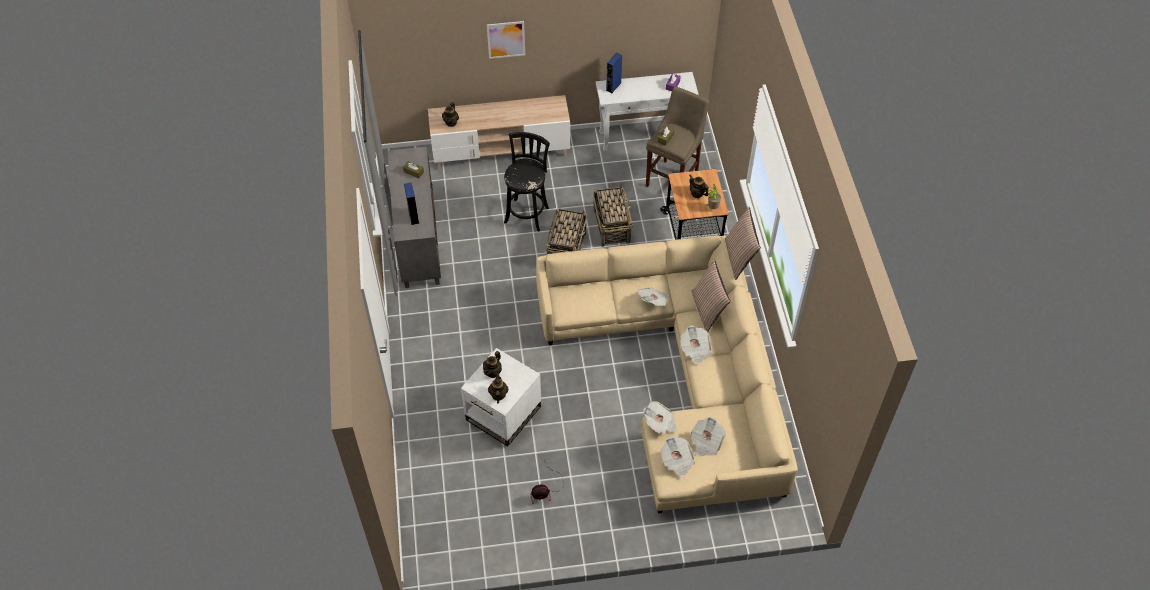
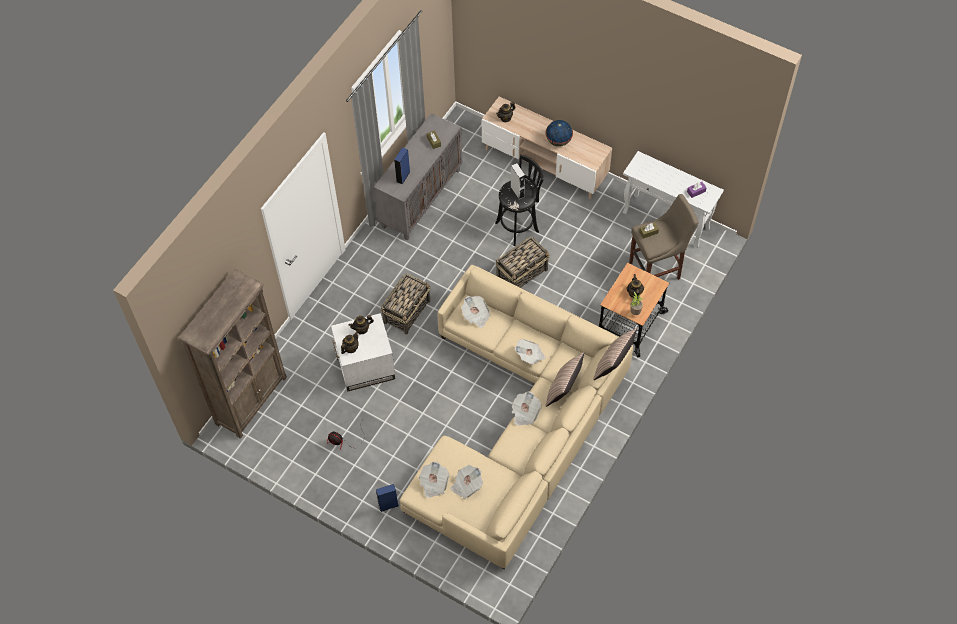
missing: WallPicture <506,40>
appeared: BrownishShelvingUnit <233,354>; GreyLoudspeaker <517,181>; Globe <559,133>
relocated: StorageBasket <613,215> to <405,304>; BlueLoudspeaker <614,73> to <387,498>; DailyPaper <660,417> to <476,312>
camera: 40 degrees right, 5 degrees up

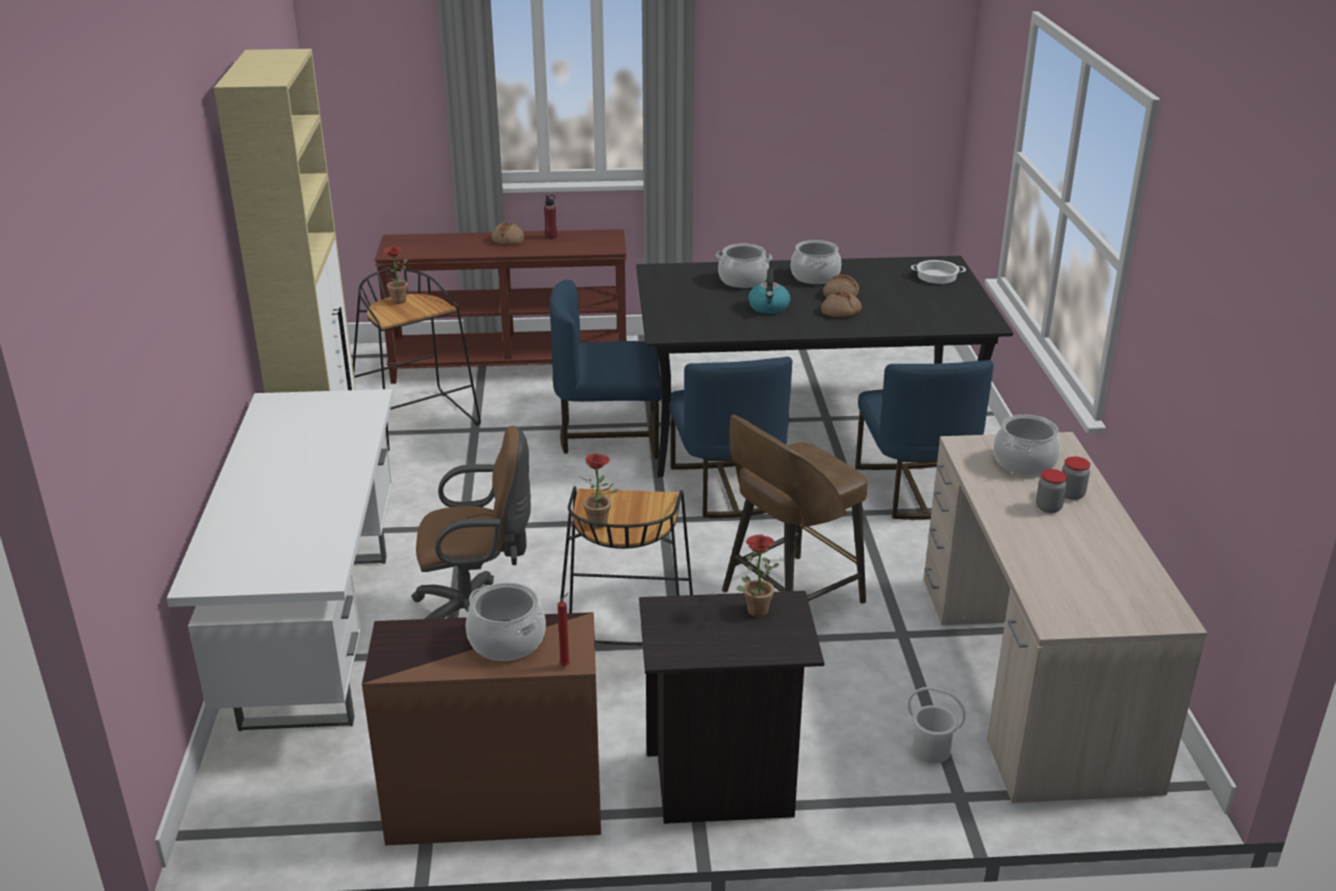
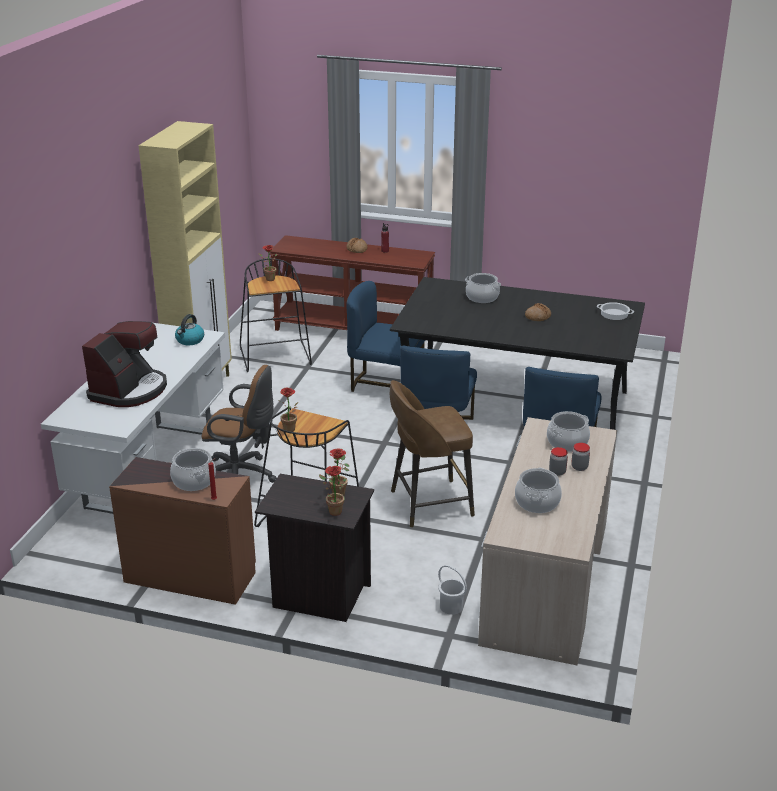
missing: BakedBread <841,304>
appeared: CoffeeMachine <124,364>; PottedPlant <333,491>
relocated: WaterKettle <769,291> to <189,329>; CookingPot <816,262> to <538,490>
camera: 20 degrees right, 0 degrees up

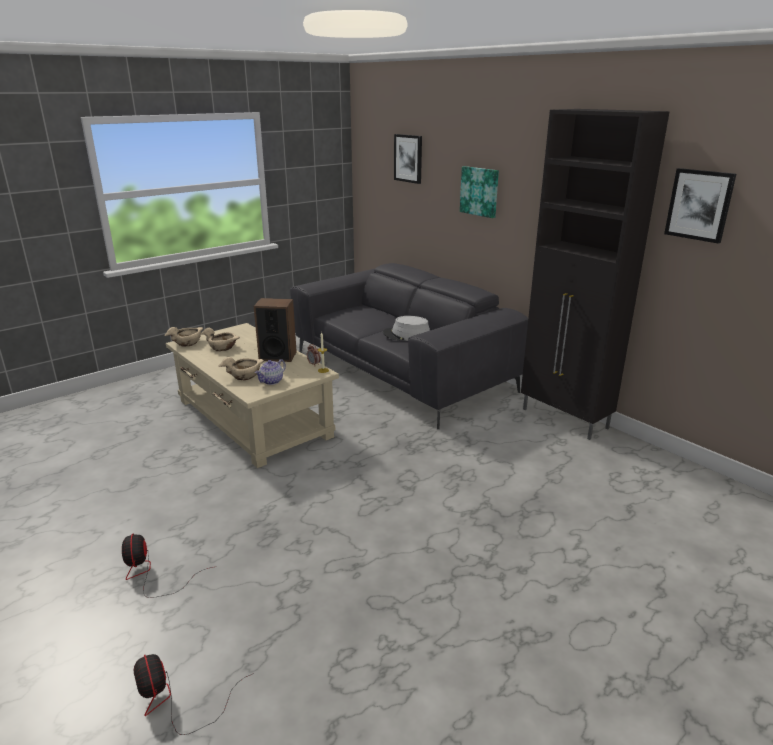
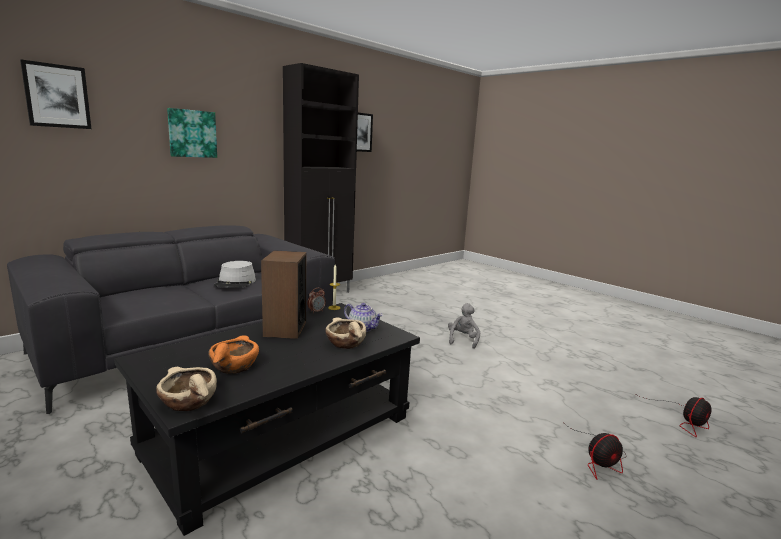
appeared: GreyCuddlyToy <464,326>
colour: BeigeColouredLowTable <252,395> to BlackishLowTable <267,419>; BeigeColouredBowl <220,339> to OrangeColouredBowl <233,354>
camera: 95 degrees left, 10 degrees down

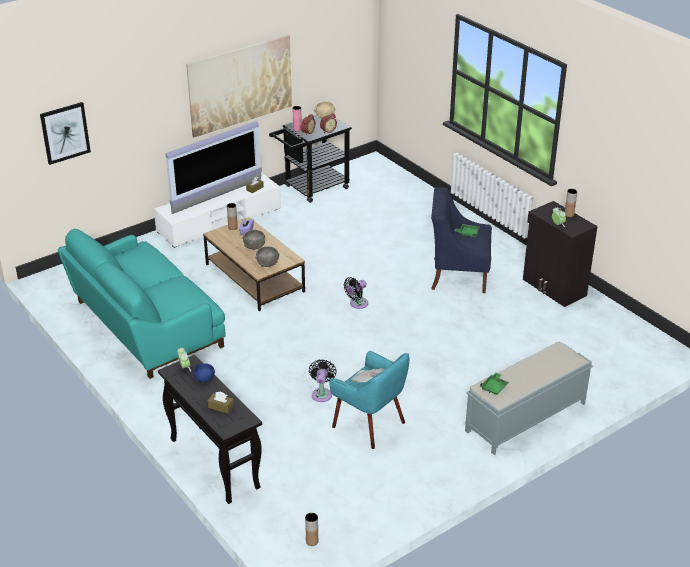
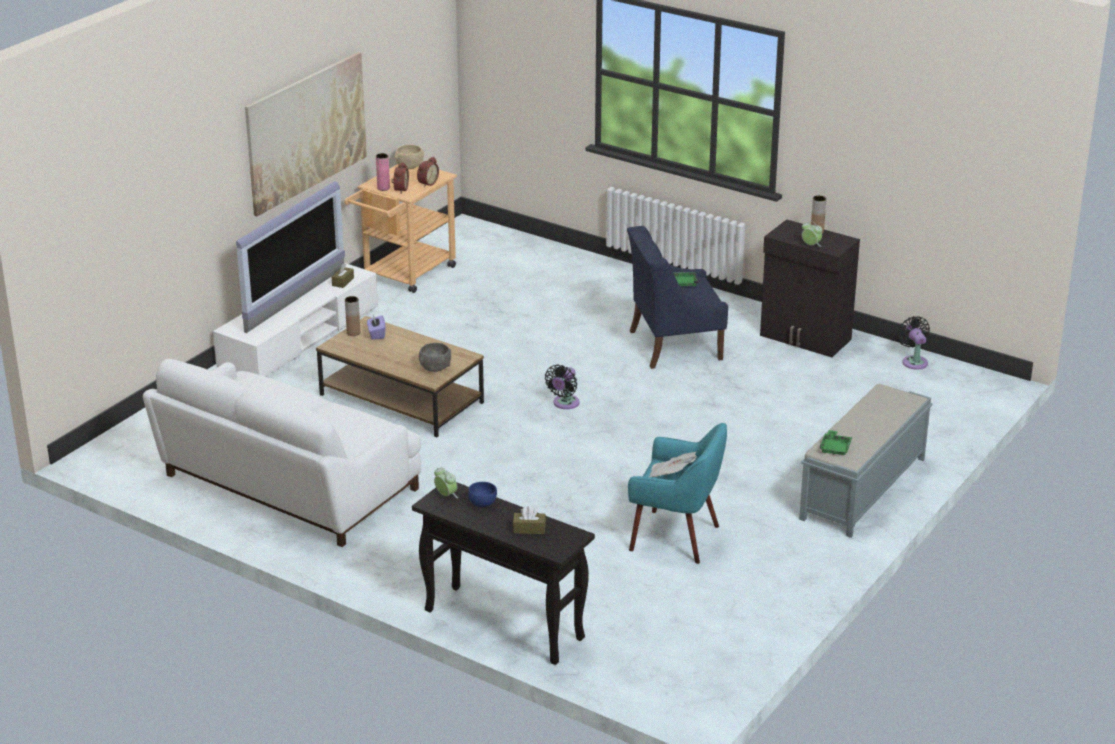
missing: WallPicture <65,133>; GreyBowl <254,240>; BrownishDecorativeVase <311,529>
relocated: BlackishCoolingFan <323,380> to <913,343>
colour: TurquoiseColouredCouch <142,304> to WhiteCouch <282,453>; BlackishWheeledCart <310,158> to BeigeColouredWheeledCart <400,228>
camera: 20 degrees left, 5 degrees down

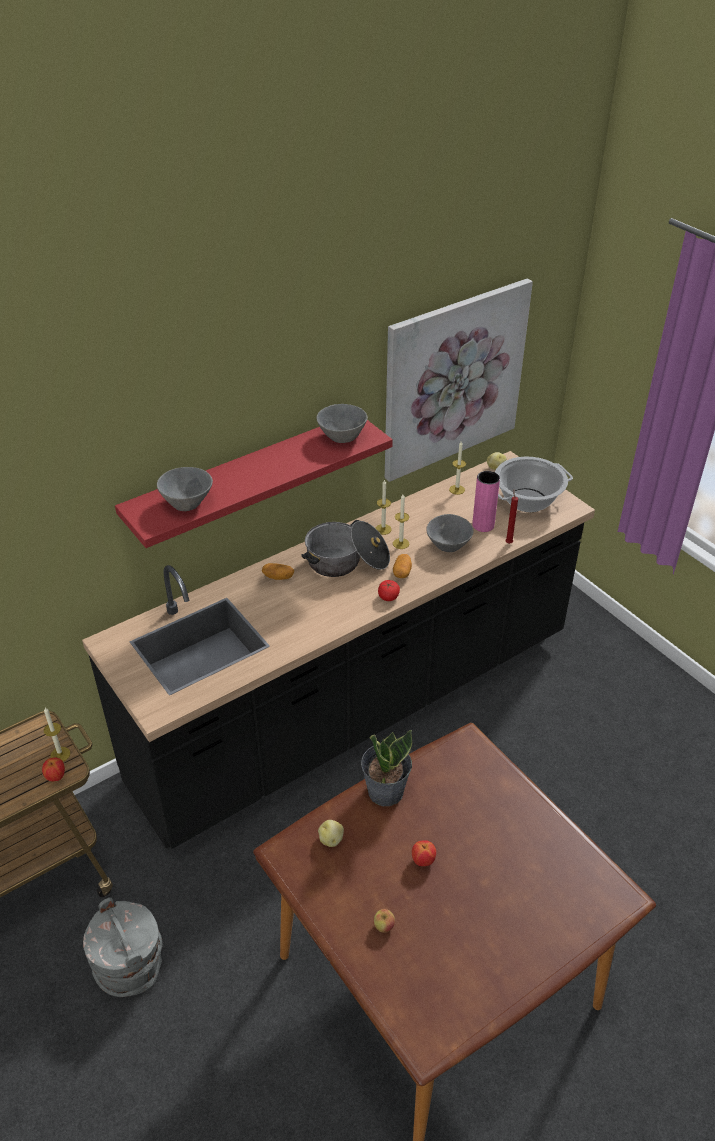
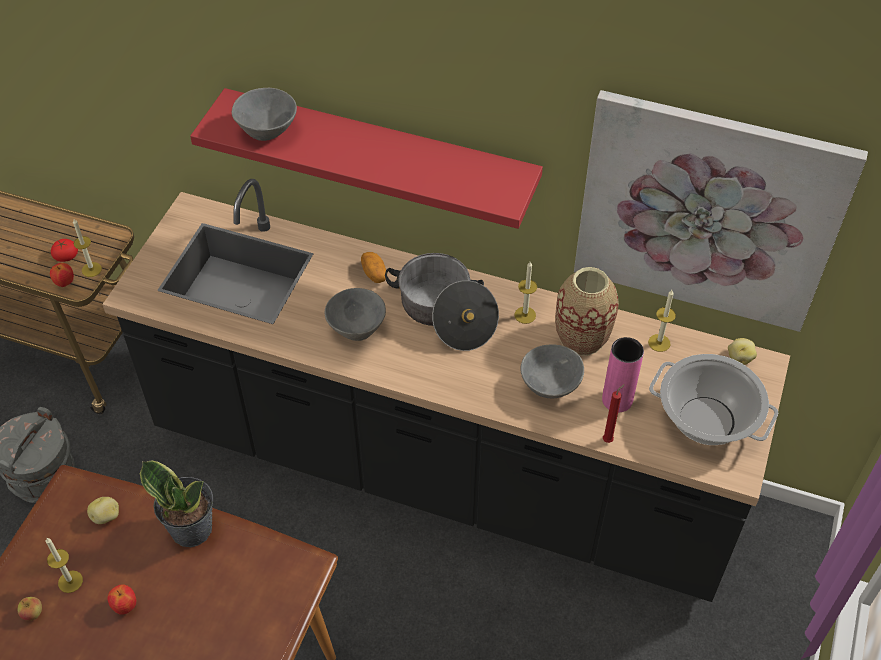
missing: WholePotato <402,566>
appeared: DecorativeVase <587,311>
relocated: GreyBowl <342,423> to <355,314>; WholeTomato <389,590> to <64,250>; WaxLight <401,521> to <64,565>
camera: 55 degrees right, 10 degrees up

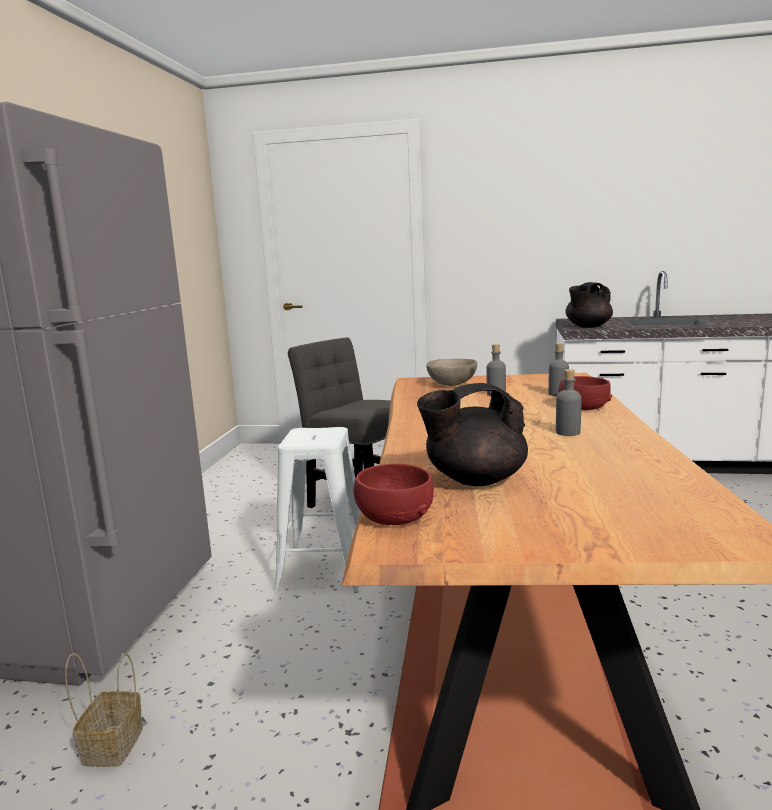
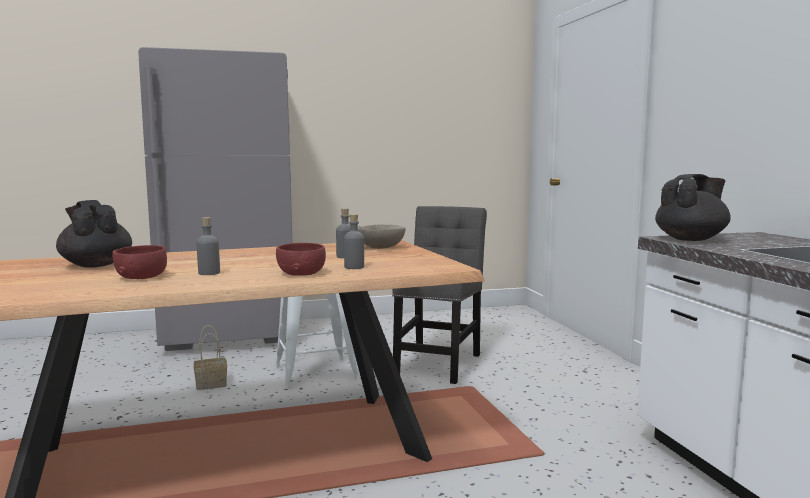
relocated: StorageBasket <104,710> to <210,357>; RedBowl <393,494> to <139,262>
spun: BlackishTeapot <589,305> = <693,207> 120 degrees clockwise
camera: 65 degrees right, 5 degrees down

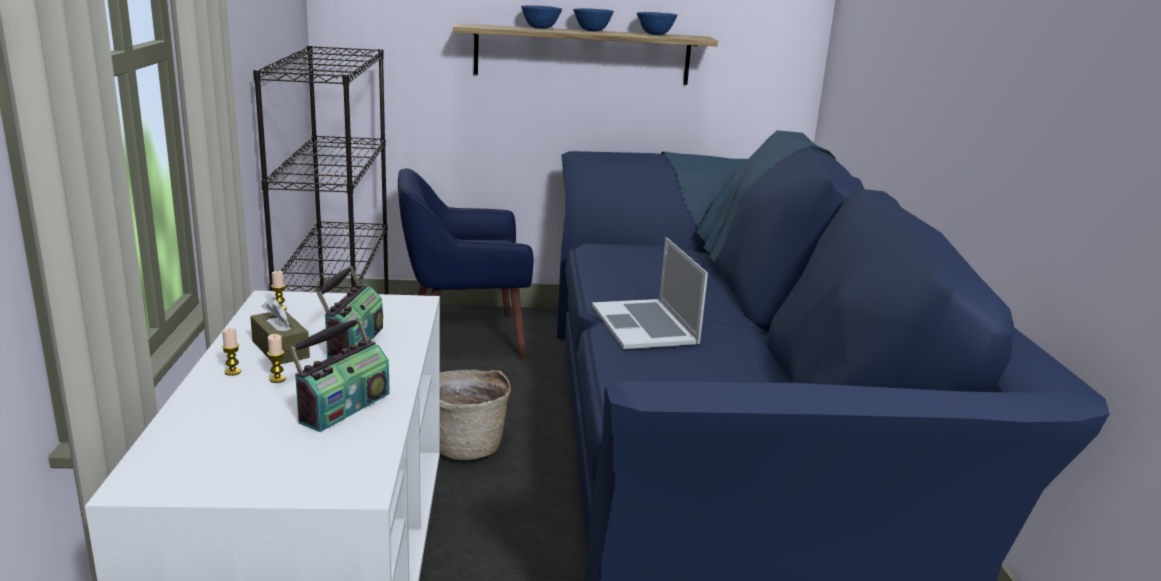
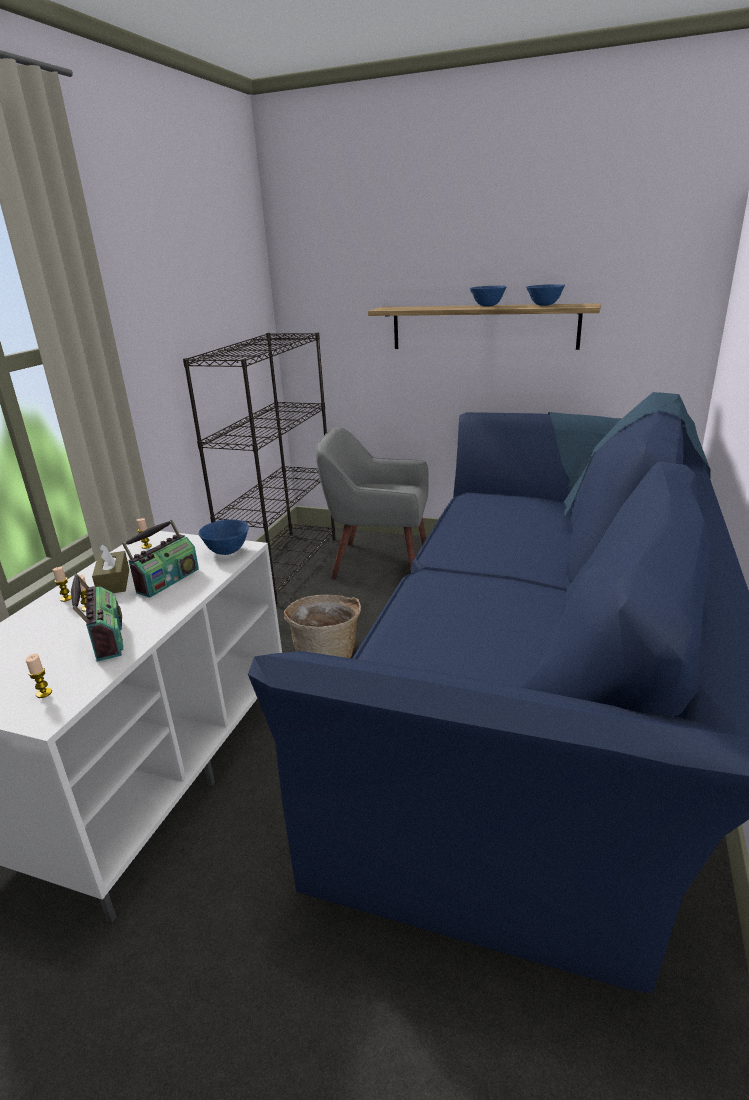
missing: NotebookComputer <650,293>
appeared: WaxLight <39,676>
relocated: BlueBowl <541,17> to <223,537>
colour: BlueLoungeChair <466,264> to GreyLoungeChair <372,503>
spun: Radio <339,375> = <97,618> 75 degrees counterclockwise
camera: 25 degrees right, 5 degrees up

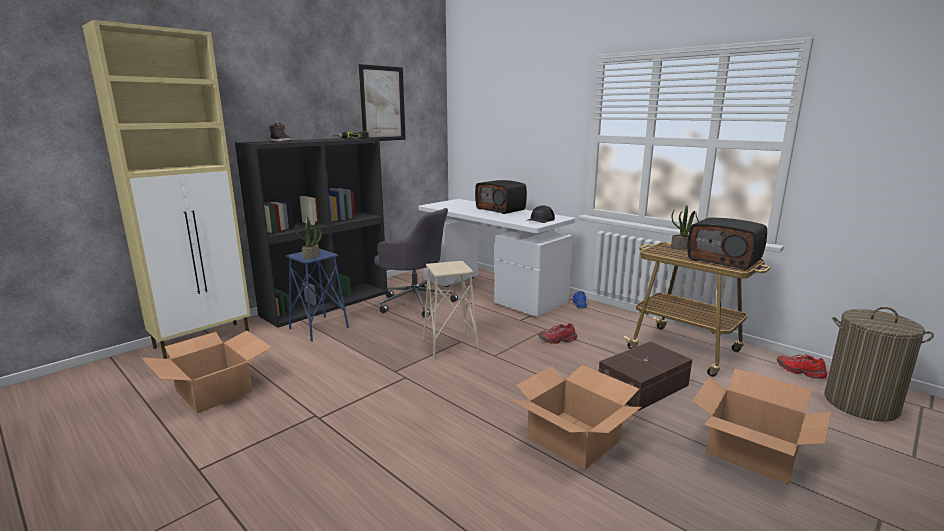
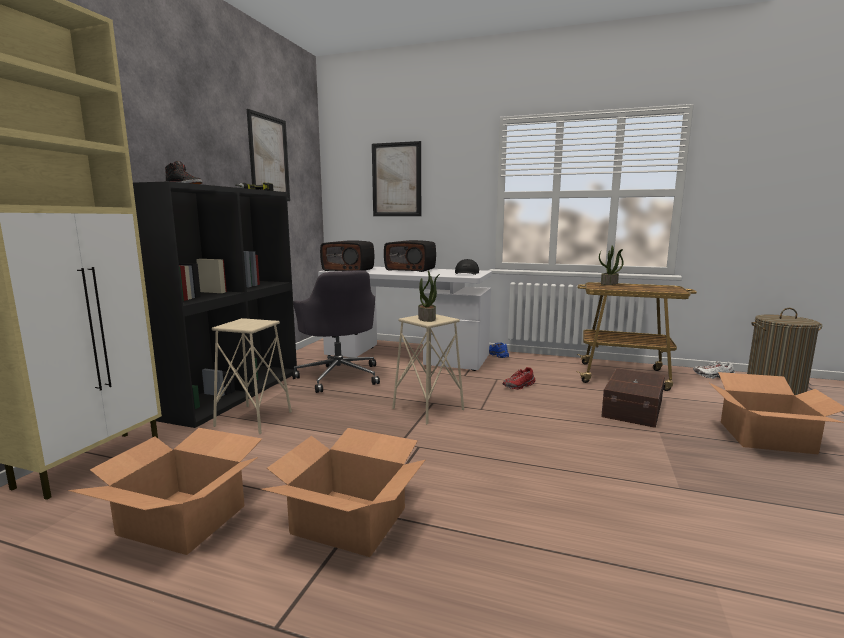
appeared: WallPicture <396,178>
relocated: PottedPlant <308,238> to <429,296>; PackingBox <576,417> to <343,492>; Radio <727,243> to <347,255>
colour: BlueSittingStool <317,295> to BeigeColouredSittingStool <252,376>; RedShoe <802,366> to WhiteShoe <714,370>
spun: GreyOfficeChair <416,263> = <336,331> 60 degrees clockwise
camera: 25 degrees left, 5 degrees down

